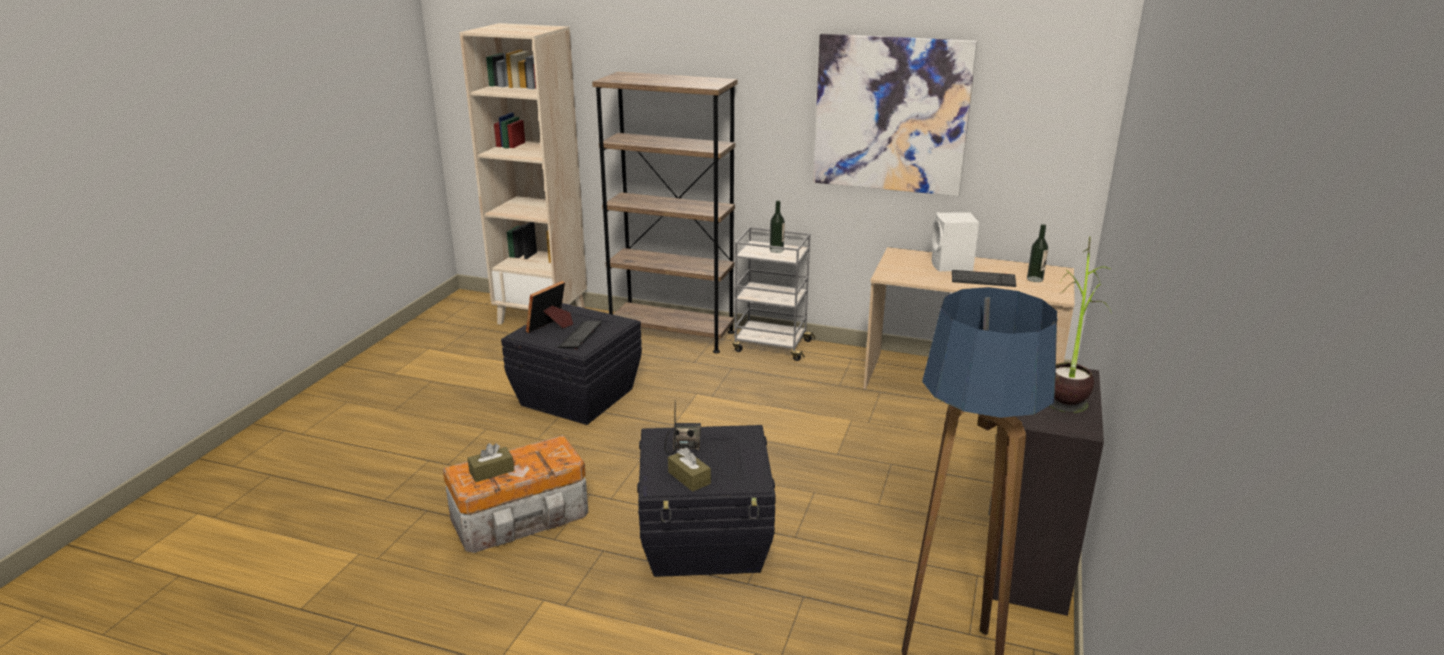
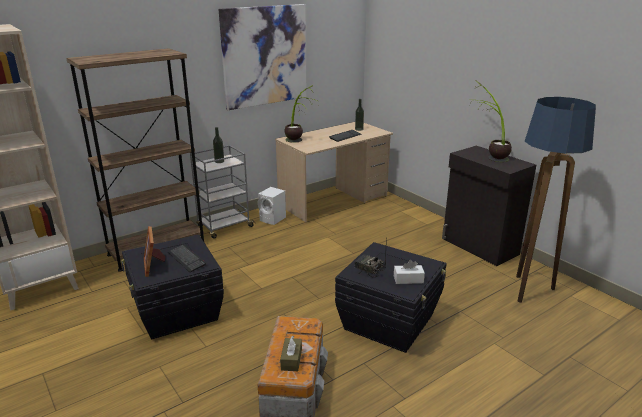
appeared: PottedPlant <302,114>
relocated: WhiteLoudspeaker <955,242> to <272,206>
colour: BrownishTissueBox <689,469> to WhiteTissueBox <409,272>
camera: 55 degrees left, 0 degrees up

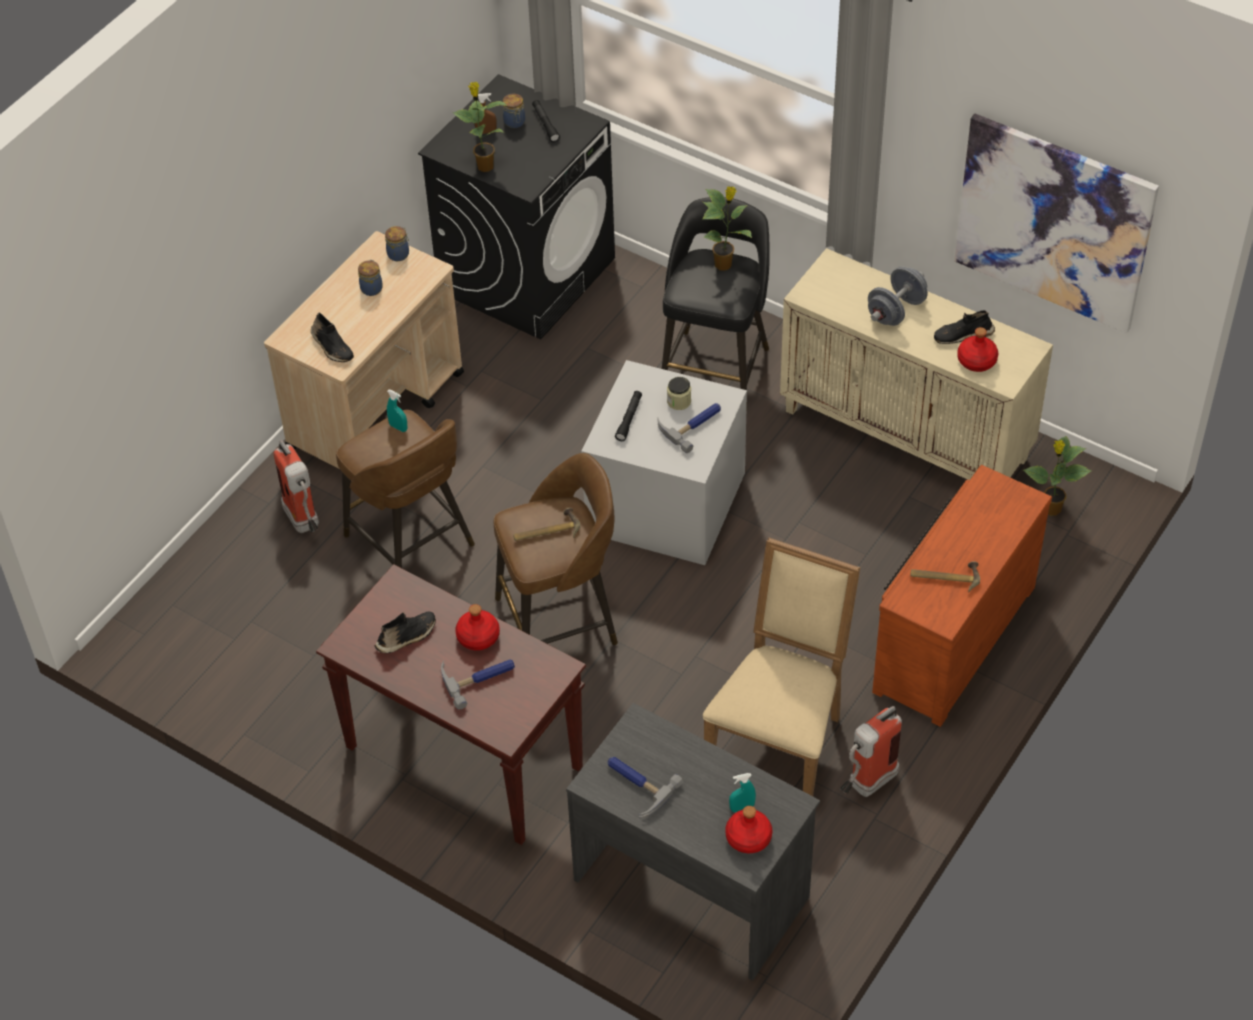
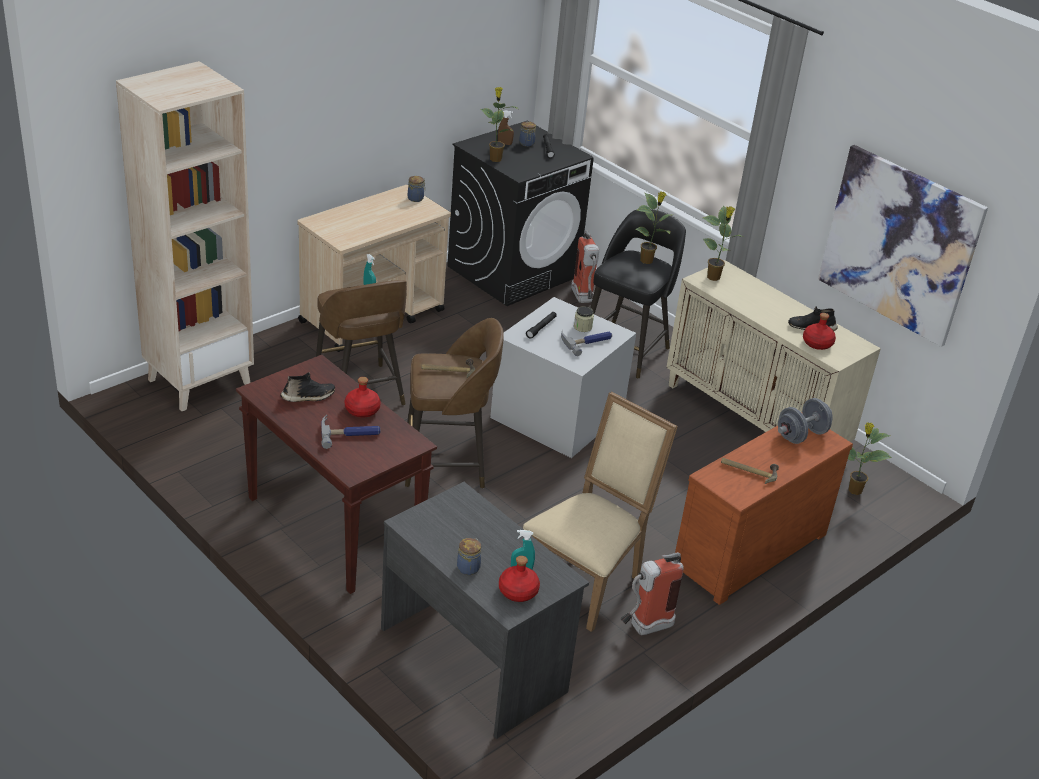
missing: BlackishShoe <332,337>; Hammer <645,787>
appeared: BeigeColouredShelvingUnit <185,236>; PottedPlant <723,243>
relocated: FireFightingCylinder <296,486> to <585,266>; PreserveJar <370,278> to <469,556>; GreyHandWeight <898,296> to <805,421>
camera: 10 degrees right, 15 degrees down

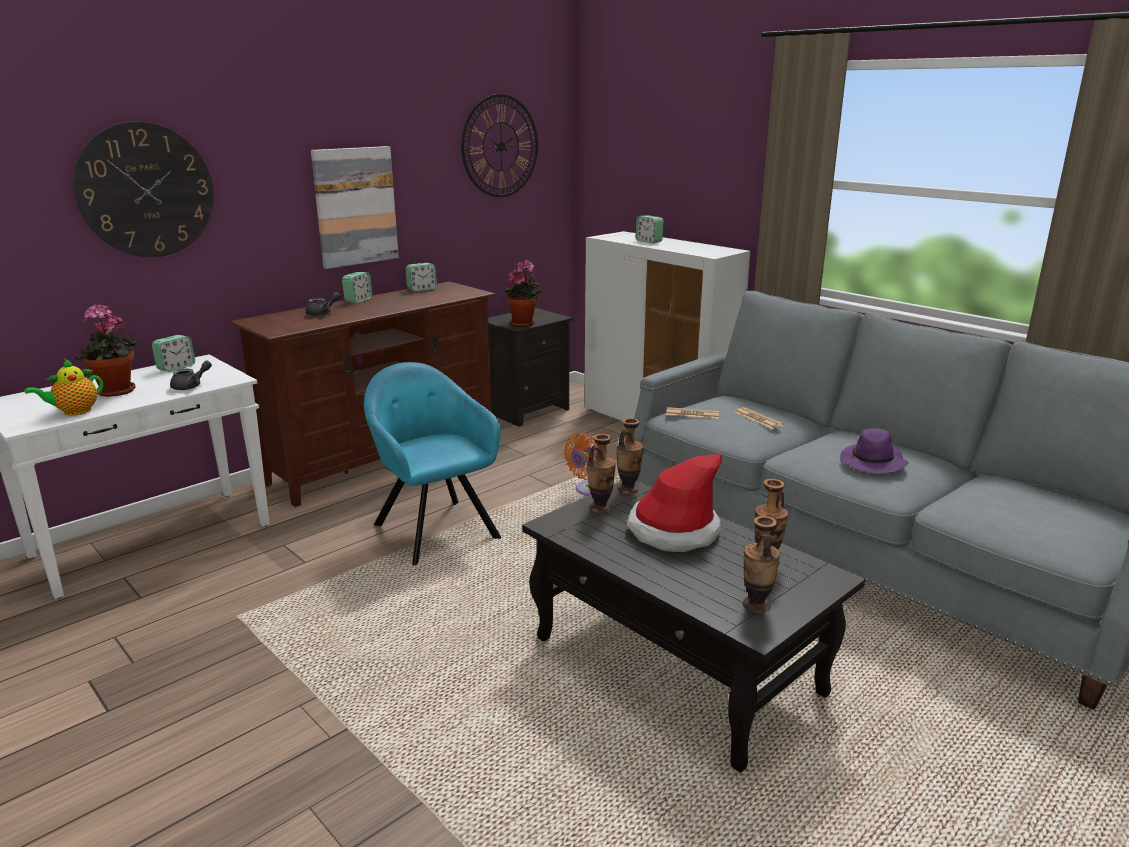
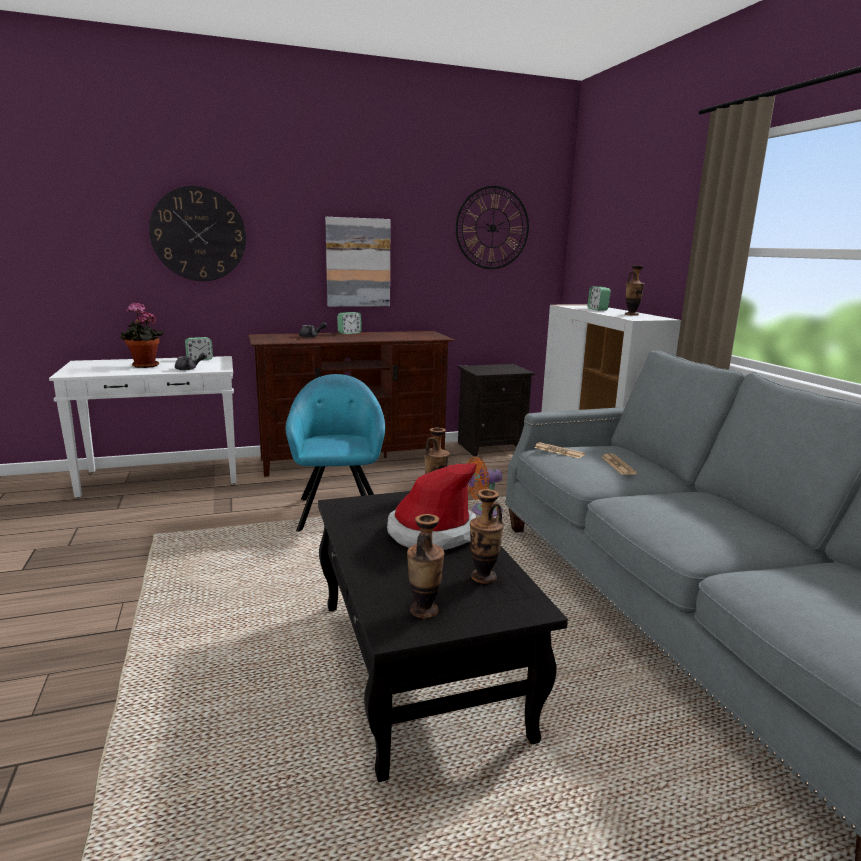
missing: Teapot <63,387>; BedsideClock <421,277>; PottedPlant <522,293>; PurplishWearableHat <874,450>
relocated: DecorativeVase <601,473> to <635,291>
camera: 25 degrees right, 5 degrees down

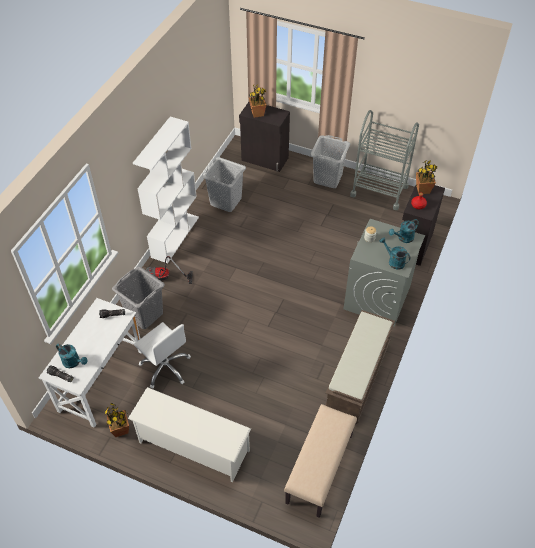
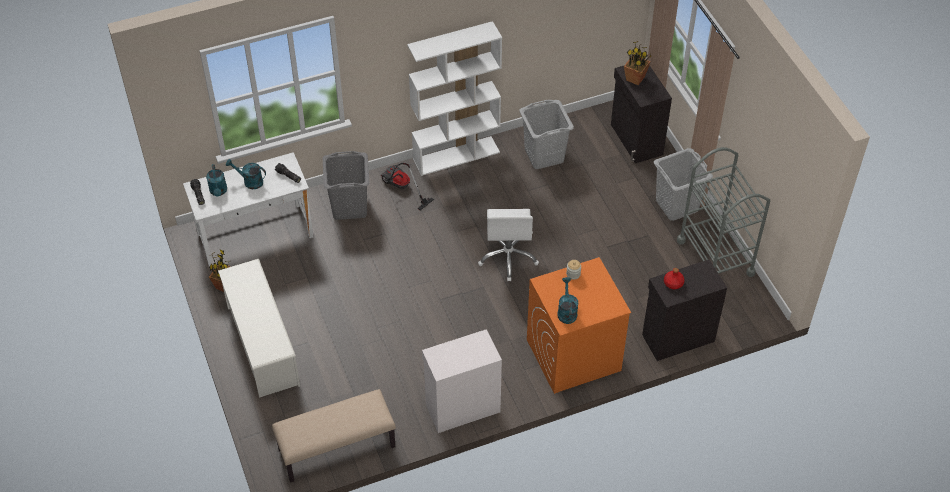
missing: PottedPlant <426,177>
relocated: WhiteOfficeChair <162,355> to <508,245>; TurquoiseColouredWateringCan <404,231> to <246,174>
exchanged: BrownishIndoorBench <360,367> to WhiteStorageCabinet <462,381>
colour: GreyWashingMachine <384,273> to OrangeColouredWashingMachine <579,325>
camera: 45 degrees right, 0 degrees up

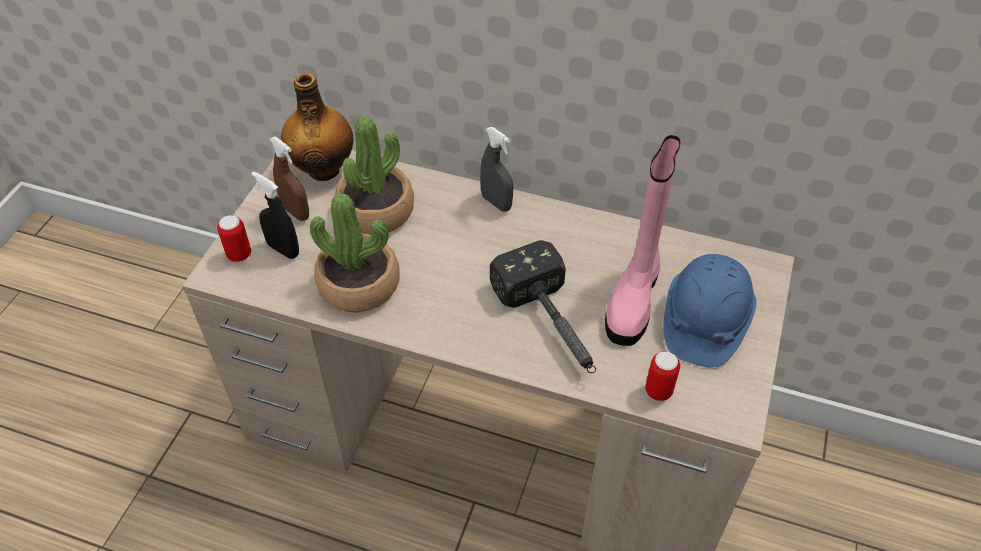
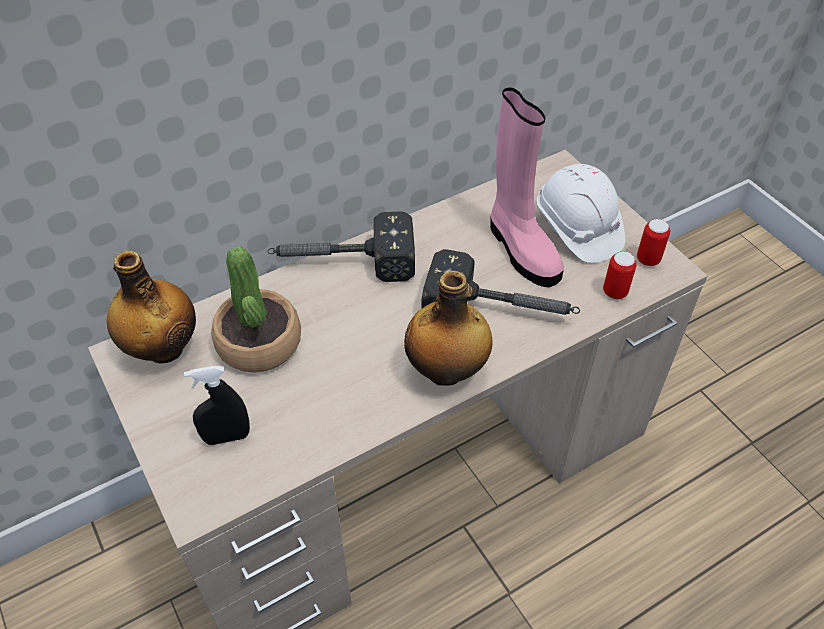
missing: BrownishSprayer <289,178>; PottedPlant <355,252>
appeared: DrinkBottle <448,328>
relocated: Can <234,238> to <653,242>
exchanged: GreySprayer <496,169> to Hammer <341,246>
colour: BlueSafetyHelmet <710,310> to WhiteSafetyHelmet <581,213>
camera: 50 degrees left, 0 degrees up

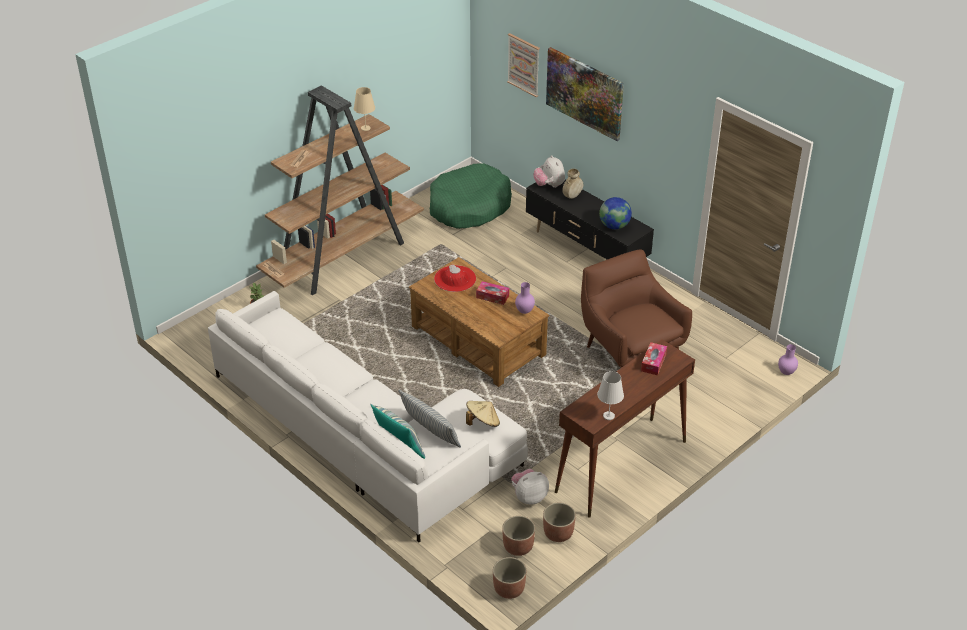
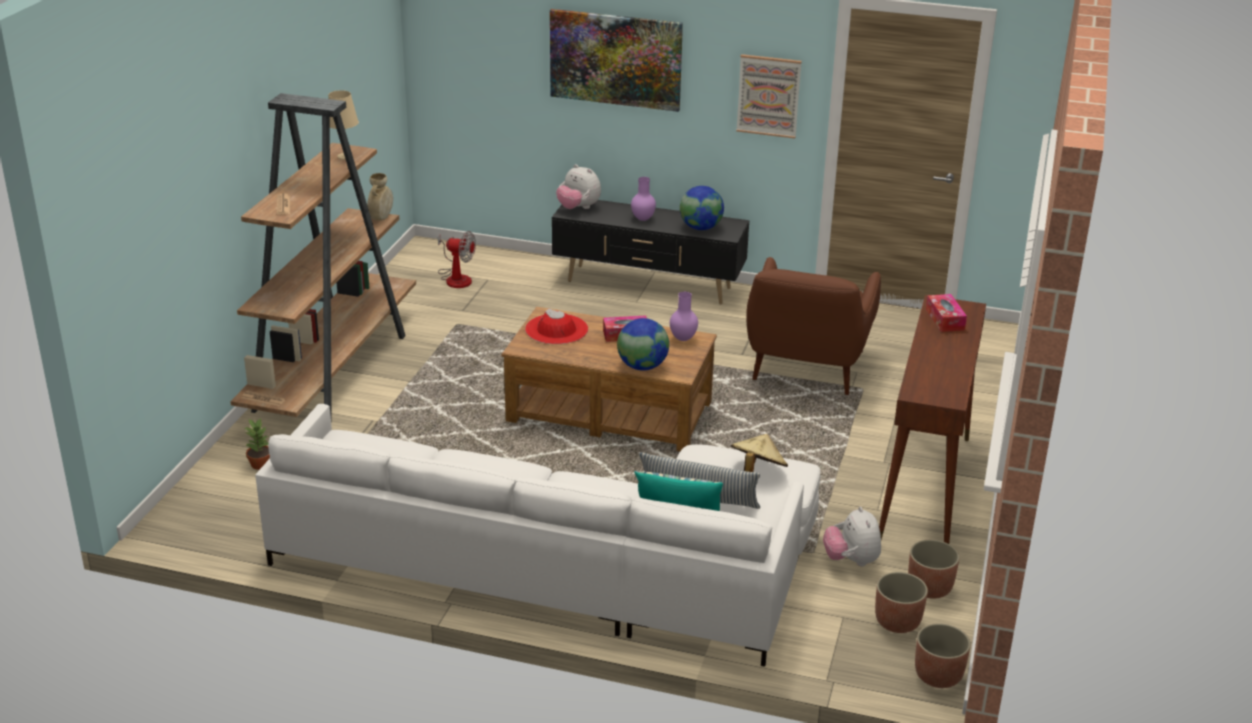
missing: WhiteLampForATable <610,395>
appeared: Globe <643,344>
relocated: WallPicture <523,65> to <769,96>; BeigeColouredDecorativeVase <572,184> to <380,196>; PurplishDecorativeVase <788,359> to <643,199>
exchanged: GreenColouredDogBed <471,196> to CoolingFan <457,259>
spun: CuddlyToy <530,487> = <852,536> 45 degrees counterclockwise; BrownishLoungeChair <636,308> = <813,326> 105 degrees counterclockwise
camera: 30 degrees left, 10 degrees down

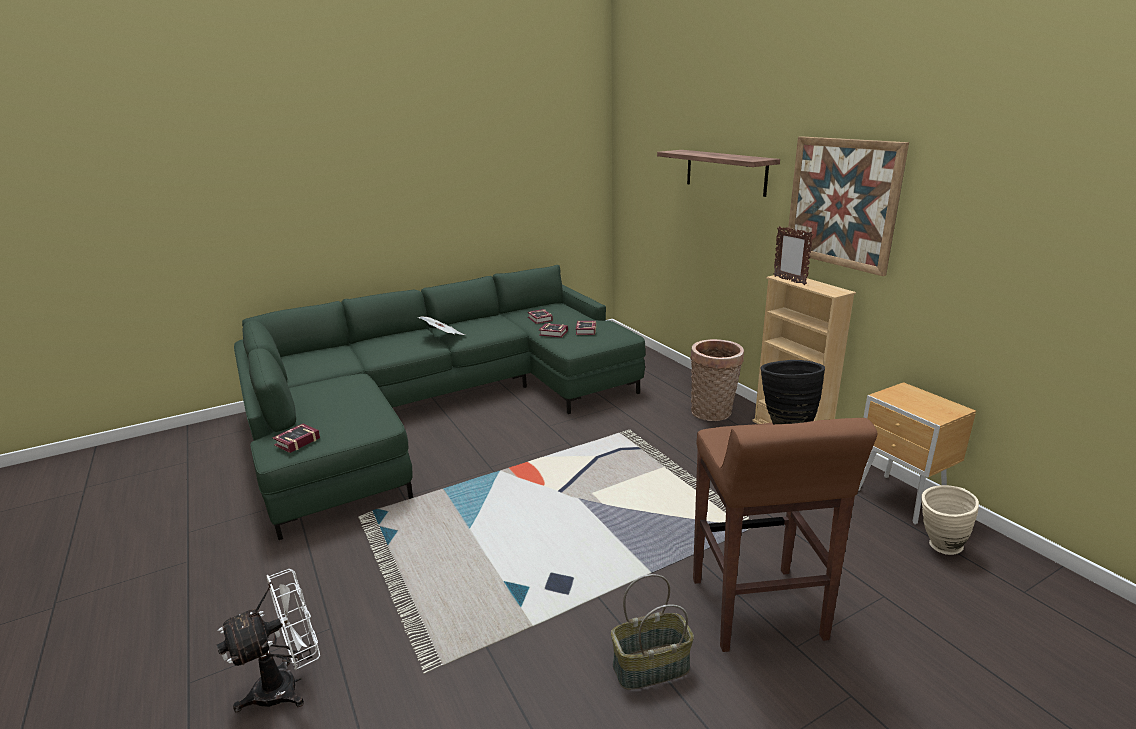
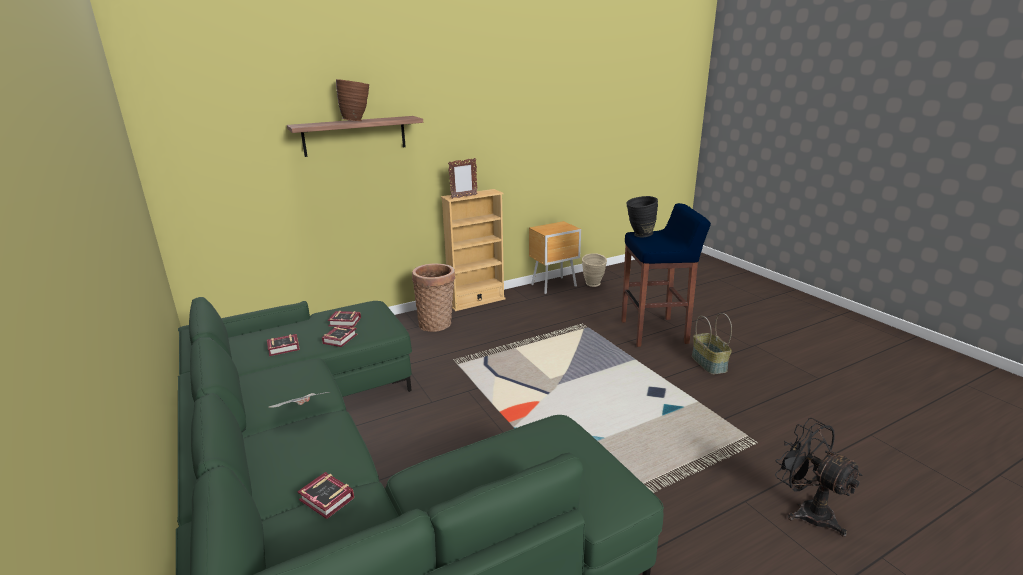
missing: WallPicture <848,206>
appeared: BrownishDecorativeVase <352,100>
relocated: BoundBook <296,438> to <326,495>
colour: WhiteCoolingFan <268,640> to BlackishCoolingFan <819,477>; BrownishSittingStool <785,535> to BlueSittingStool <666,275>
camera: 90 degrees left, 0 degrees up

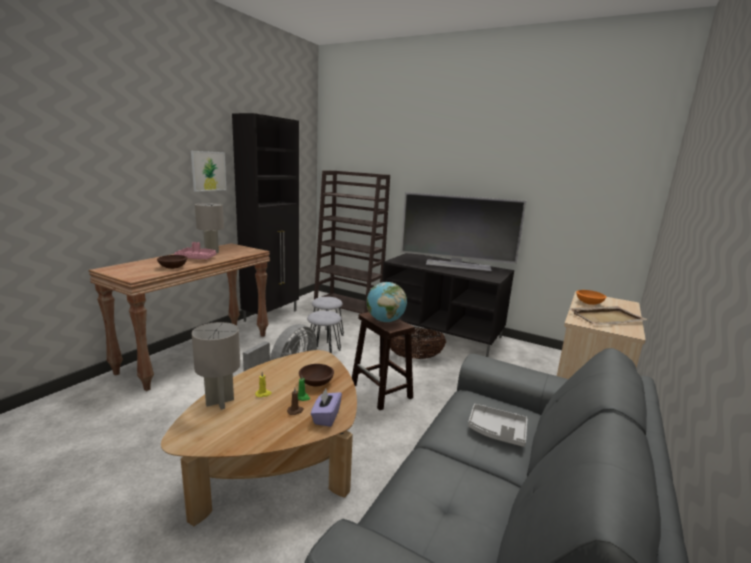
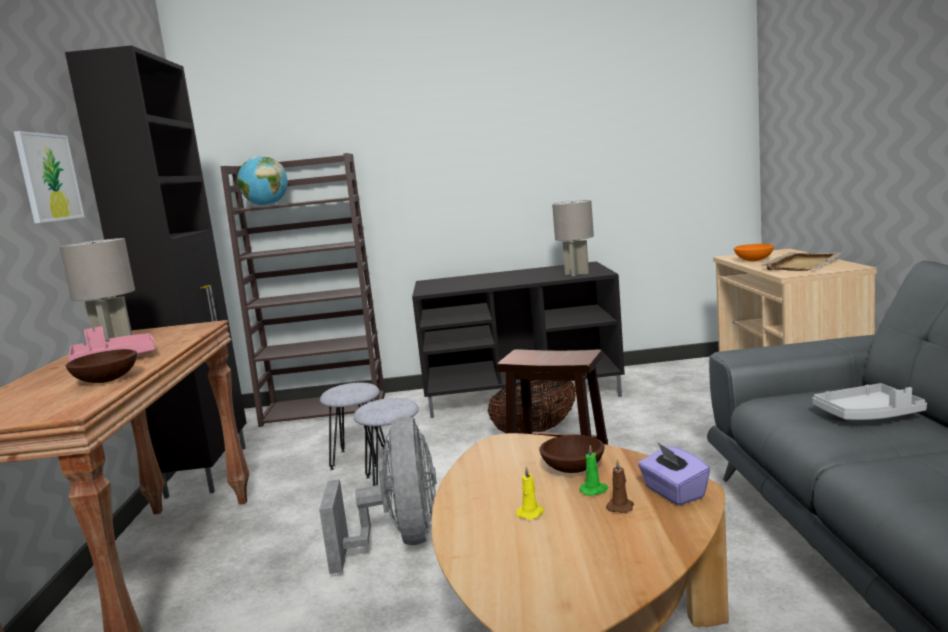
missing: Television <463,231>
relocated: GreyLampForATable <216,366> to <573,238>; Globe <386,302> to <262,181>
camera: 30 degrees left, 5 degrees down

